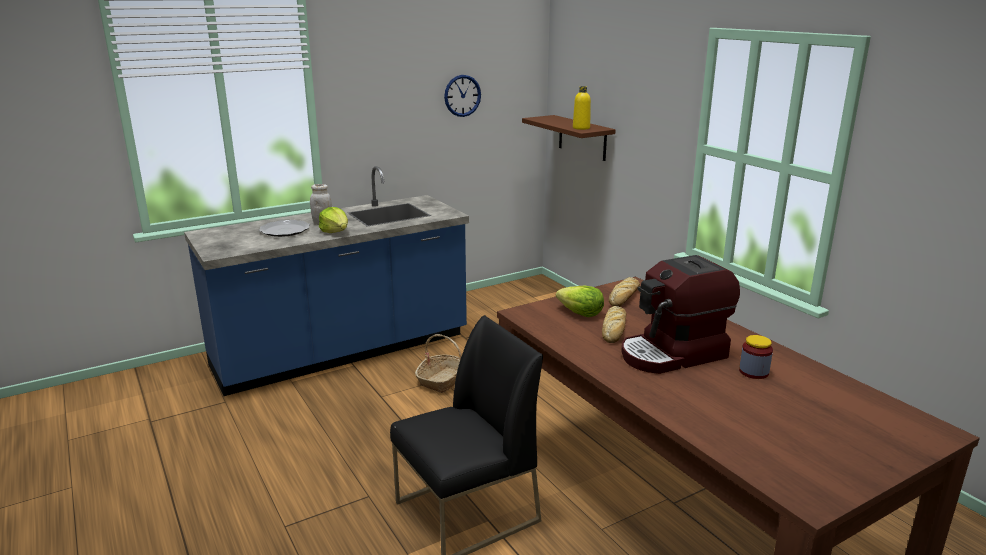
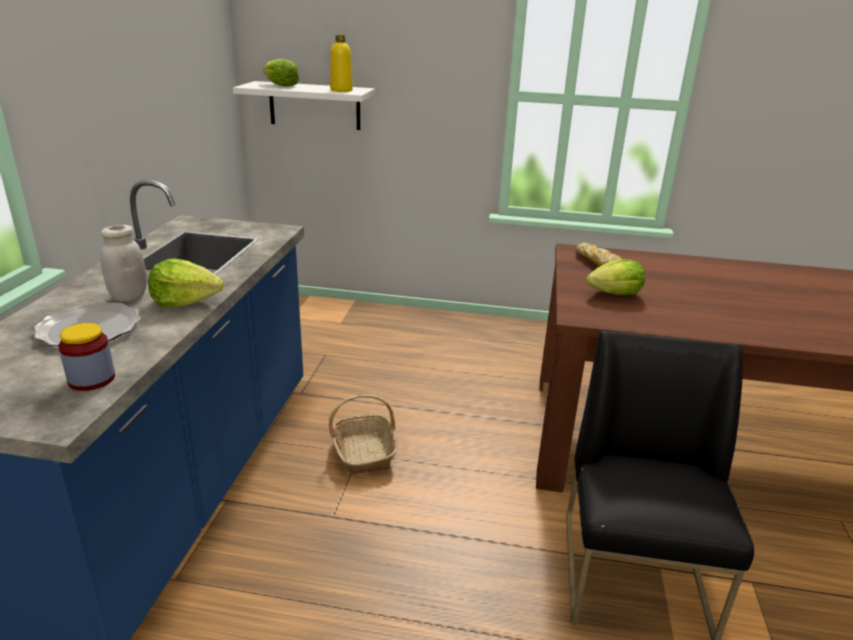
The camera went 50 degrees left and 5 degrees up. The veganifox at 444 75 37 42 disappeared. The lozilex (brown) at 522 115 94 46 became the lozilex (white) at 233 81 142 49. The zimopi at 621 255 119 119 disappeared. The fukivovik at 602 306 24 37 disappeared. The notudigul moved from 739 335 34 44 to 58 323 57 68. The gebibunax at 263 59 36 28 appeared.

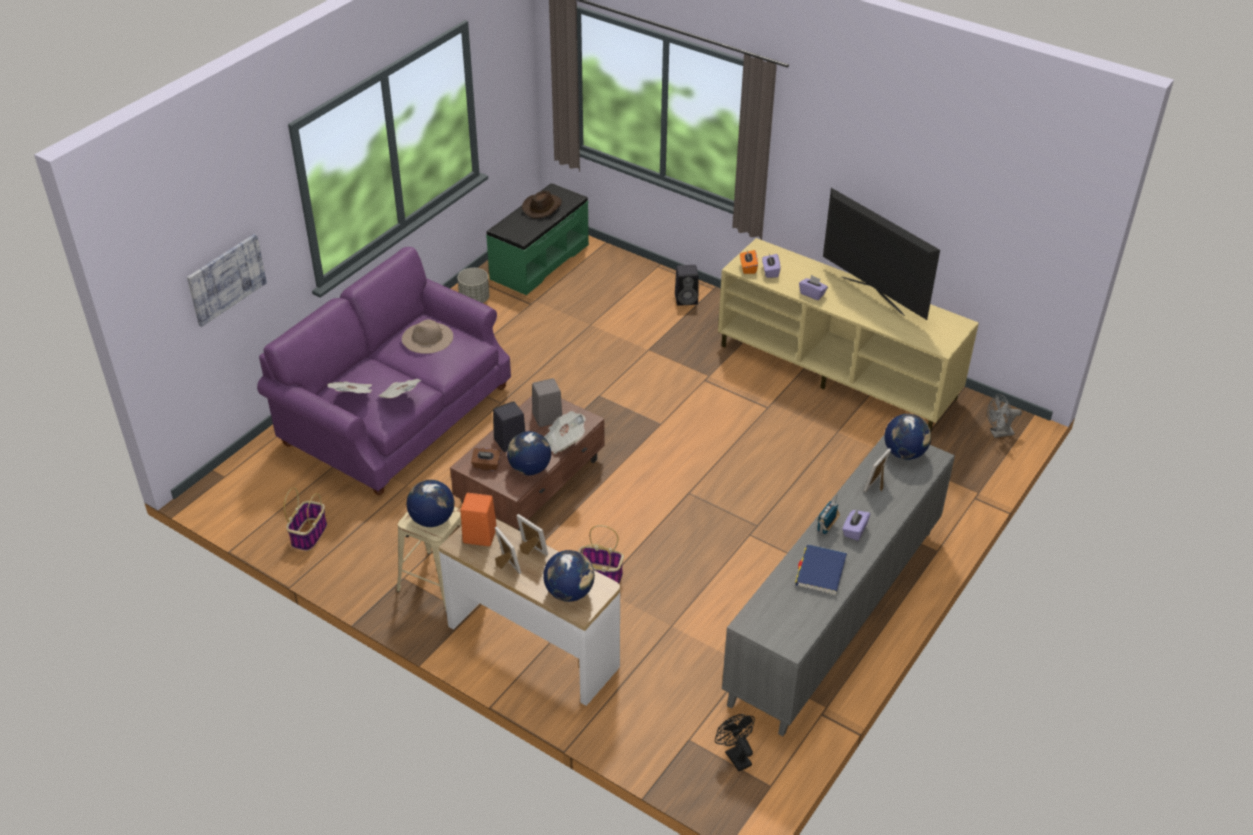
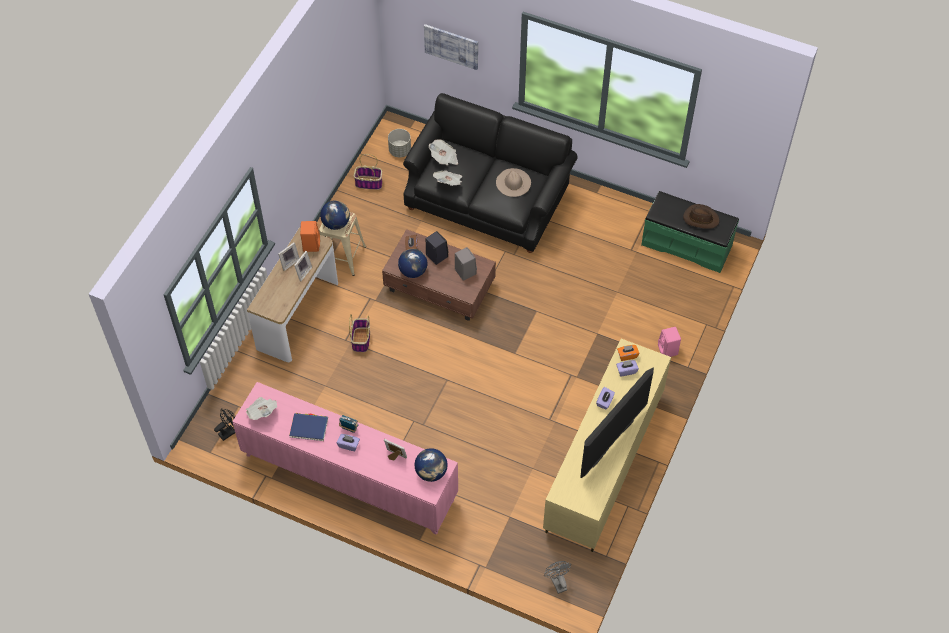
The camera went 80 degrees right and 15 degrees up. The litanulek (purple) at 257 247 254 248 became the litanulek (black) at 403 93 174 160. The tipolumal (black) at 675 265 24 41 became the tipolumal (pink) at 658 327 23 30. The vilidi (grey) moved from 458 268 31 35 to 388 129 23 28. The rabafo moved from 544 411 42 43 to 246 397 31 23. The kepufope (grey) at 722 434 233 302 became the kepufope (pink) at 232 382 226 153. The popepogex at 543 550 52 52 disappeared.

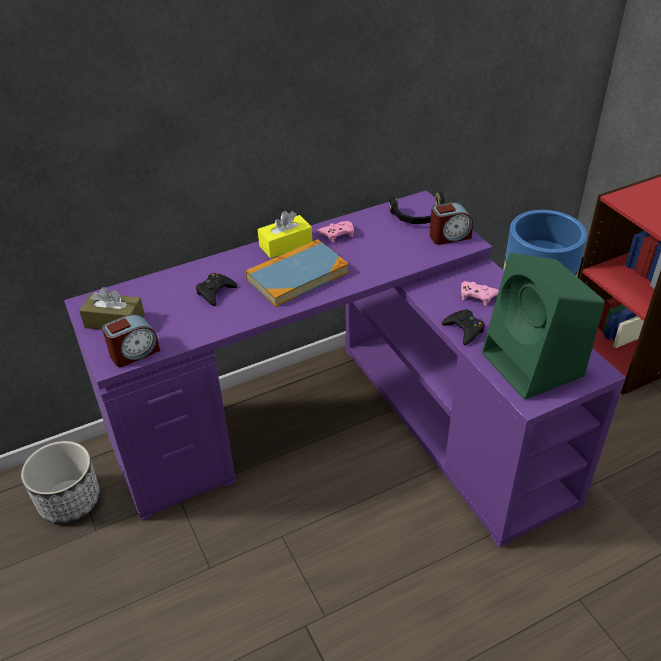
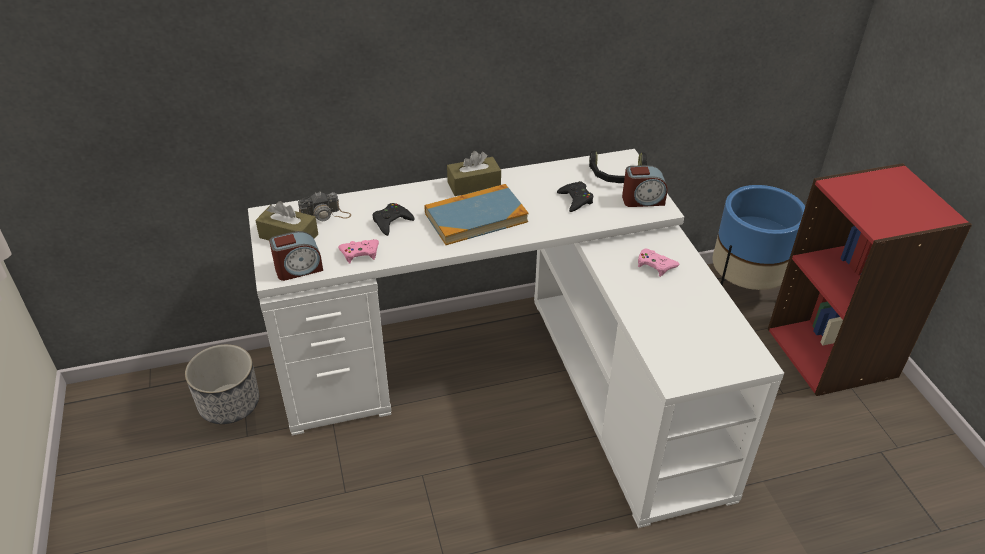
The camera went 10 degrees right and 0 degrees up. The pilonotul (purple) at 64 190 562 358 became the pilonotul (white) at 248 149 536 379. The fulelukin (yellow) at 258 211 54 47 became the fulelukin (brown) at 447 151 54 45. The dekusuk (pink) moved from 317 221 37 22 to 338 239 41 24. The tipolumal (green) at 482 253 123 147 disappeared. The dekusuk (black) moved from 442 309 43 36 to 557 181 36 31. The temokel at 298 192 53 29 appeared.

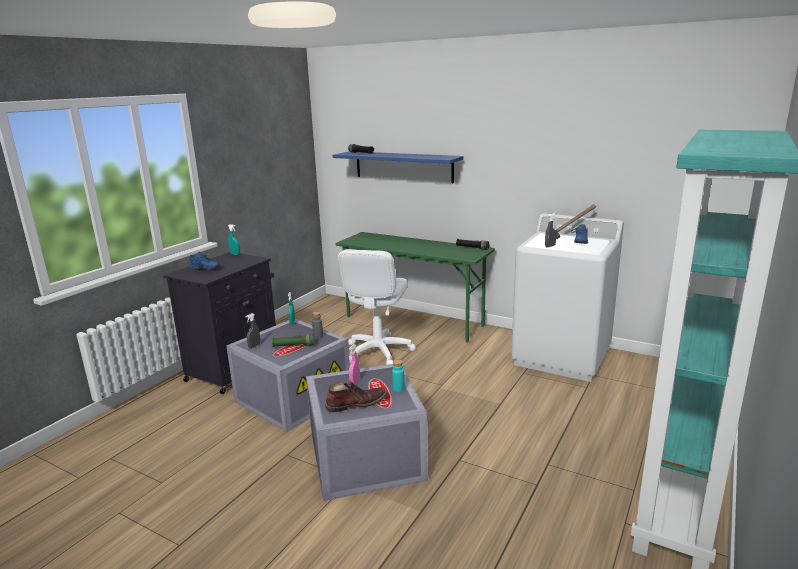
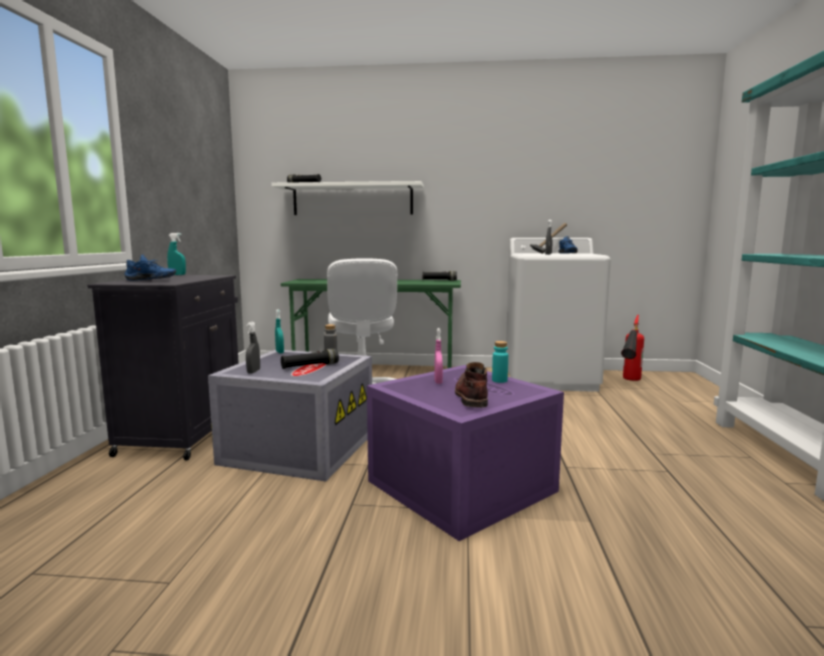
The camera went 25 degrees left and 10 degrees down. The lozilex (blue) at 333 151 130 32 became the lozilex (white) at 271 181 153 34. The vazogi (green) at 272 334 42 13 became the vazogi (black) at 281 349 58 20. The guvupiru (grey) at 306 364 122 137 became the guvupiru (purple) at 367 365 197 176. The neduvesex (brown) at 325 380 62 32 turned 45 degrees counterclockwise. The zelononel at 621 315 23 66 appeared.

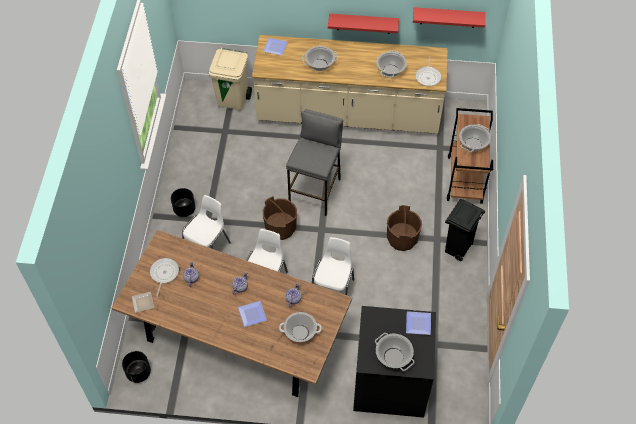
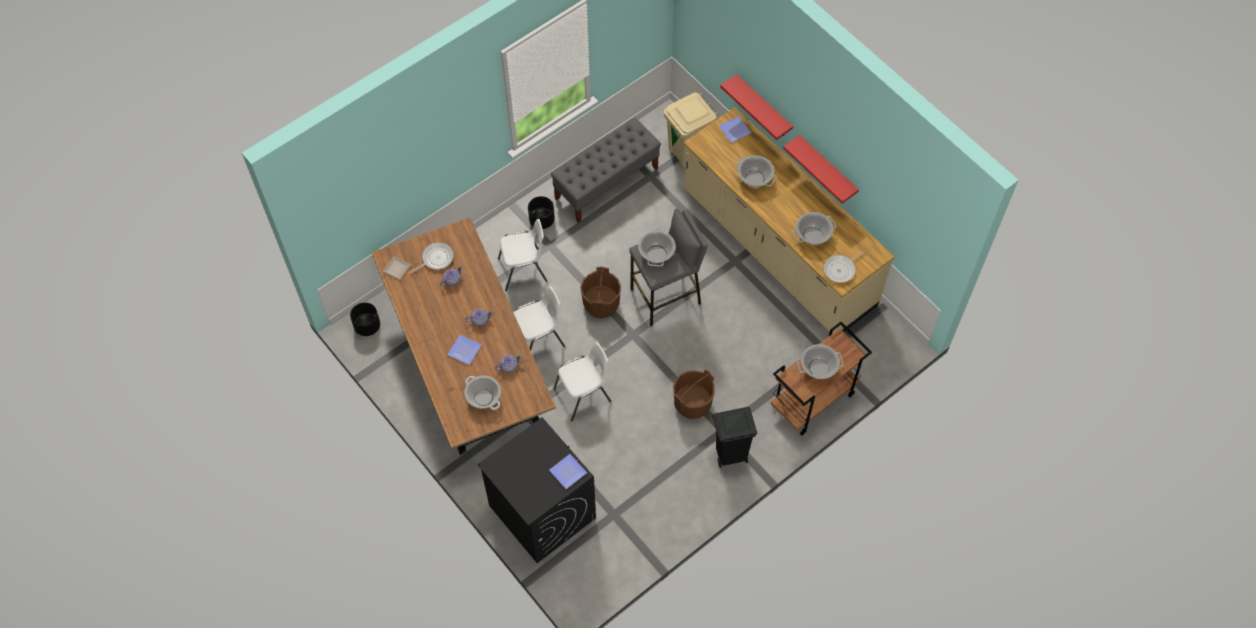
The camera went 45 degrees right and 5 degrees up. The lozilex (red) moved from 413 7 72 21 to 720 74 73 66. The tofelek moved from 375 333 39 38 to 638 229 38 37. The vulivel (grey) at 551 118 110 105 appeared.

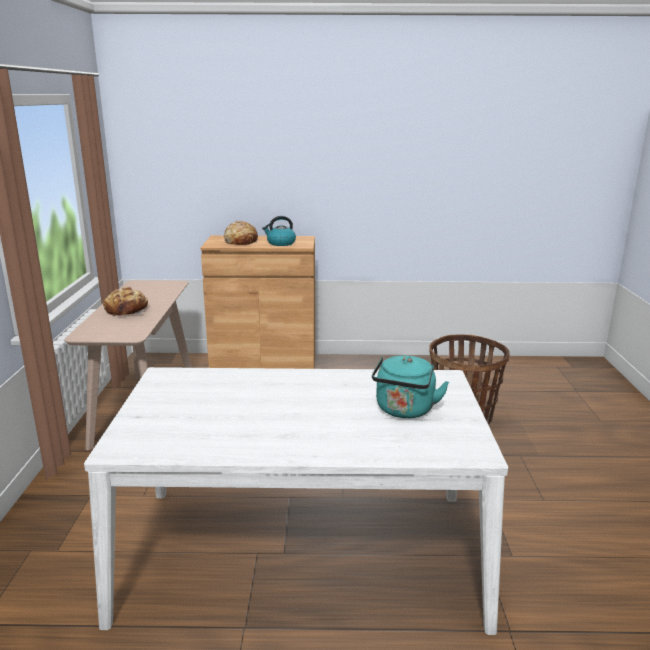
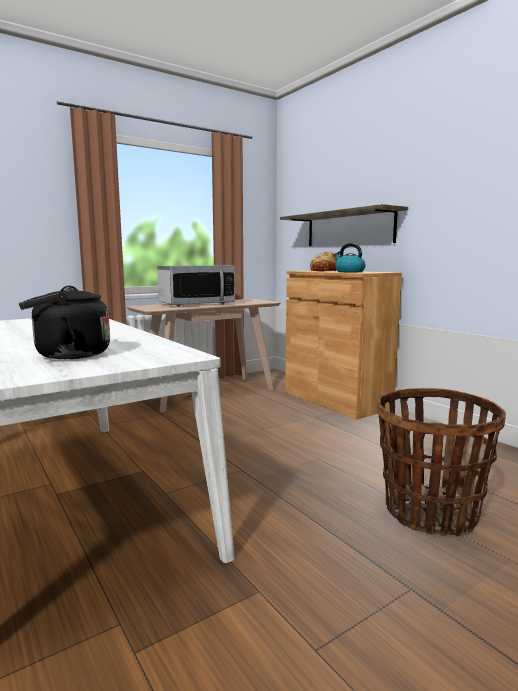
The camera went 55 degrees right and 10 degrees down. The fukivovik at 103 287 45 29 was replaced by the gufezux at 157 265 78 42. The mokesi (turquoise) at 372 356 77 62 became the mokesi (black) at 19 286 91 73. The lozilex at 280 204 128 42 appeared.

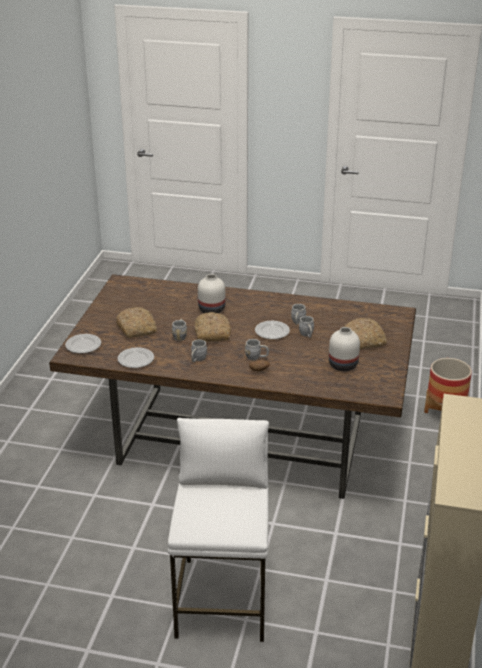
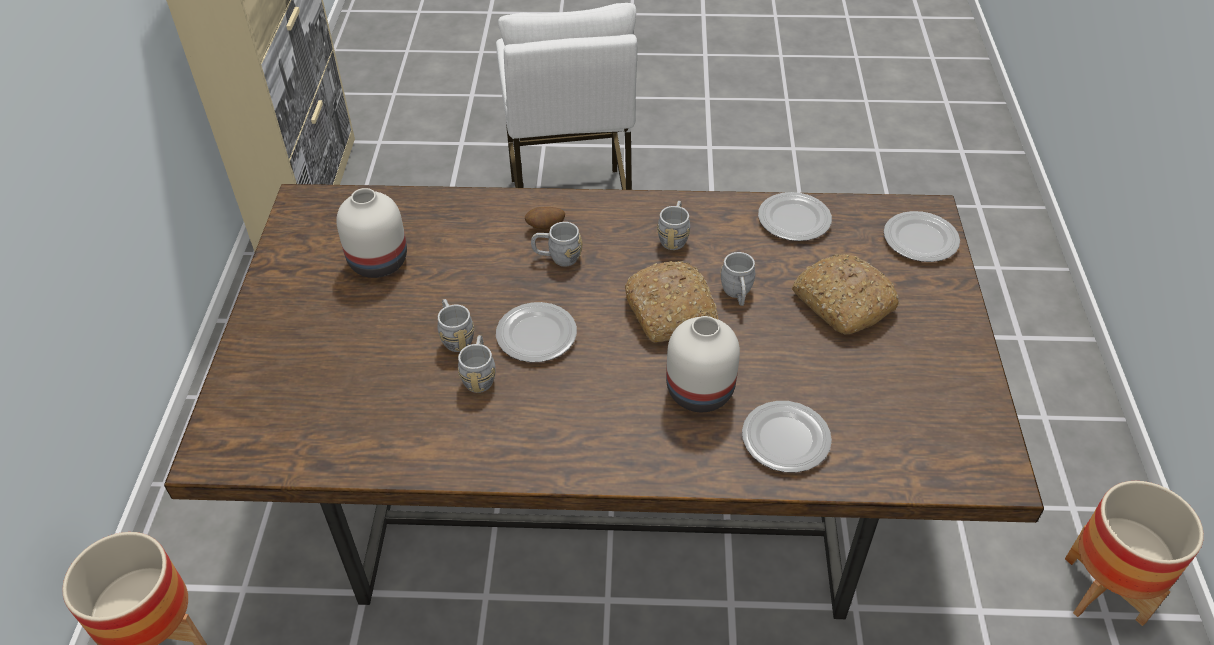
The camera went 170 degrees right and 15 degrees up. The fukivovik at 345 318 42 31 disappeared. The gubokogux at 742 401 90 72 appeared. The vilidi at 1065 481 139 145 appeared.

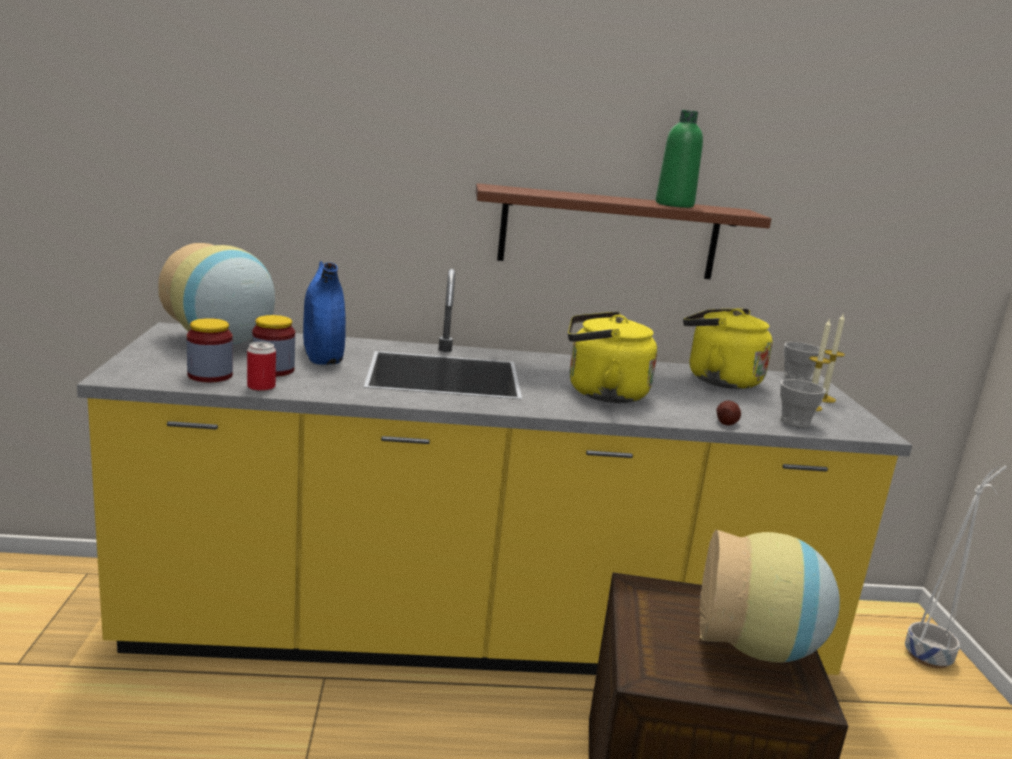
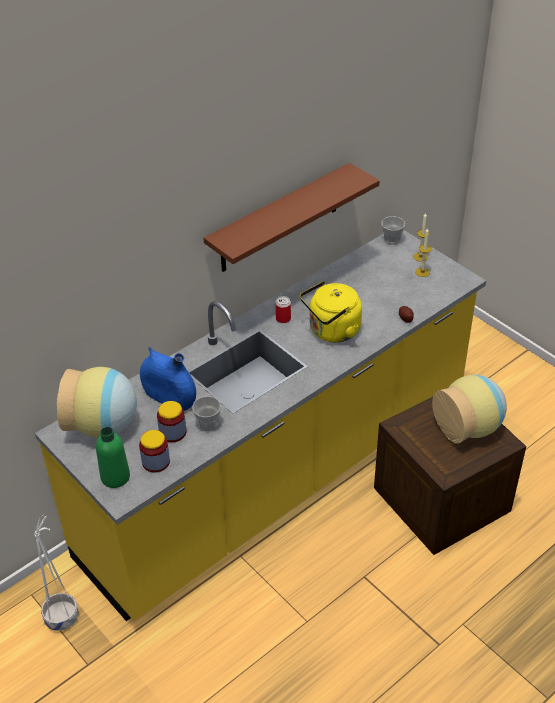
The camera went 35 degrees left and 25 degrees up. The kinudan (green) moved from 656 110 47 98 to 96 427 34 61. The mokesi (yellow) at 683 309 90 80 disappeared. The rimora moved from 247 342 29 50 to 276 296 15 27. The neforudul moved from 780 379 46 49 to 192 396 29 35. The vilidi (white) moved from 905 465 102 204 to 34 515 44 116.

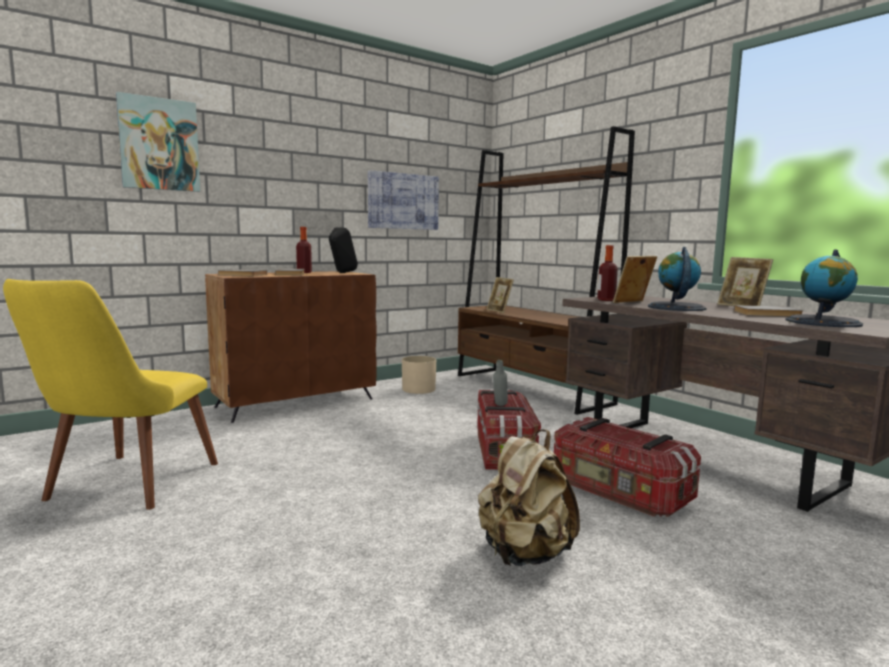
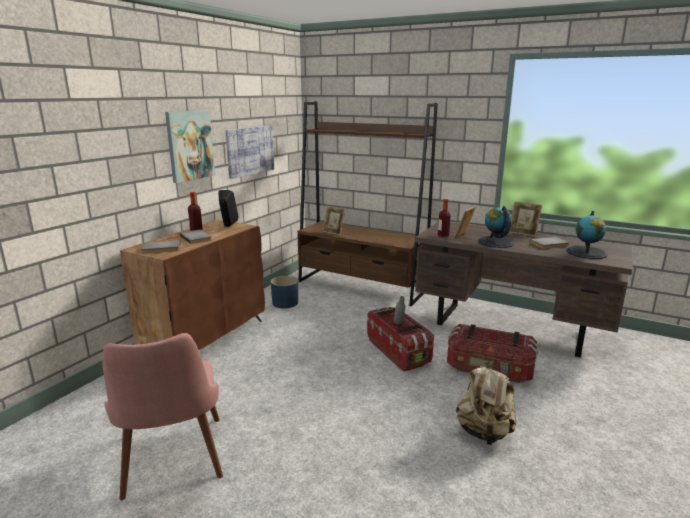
The camera went 25 degrees left and 10 degrees up. The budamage moved from 116 92 84 100 to 165 110 50 73. The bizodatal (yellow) at 3 279 215 231 became the bizodatal (pink) at 102 333 121 167. The vilidi (beige) at 402 356 34 38 became the vilidi (blue) at 271 276 27 32.

